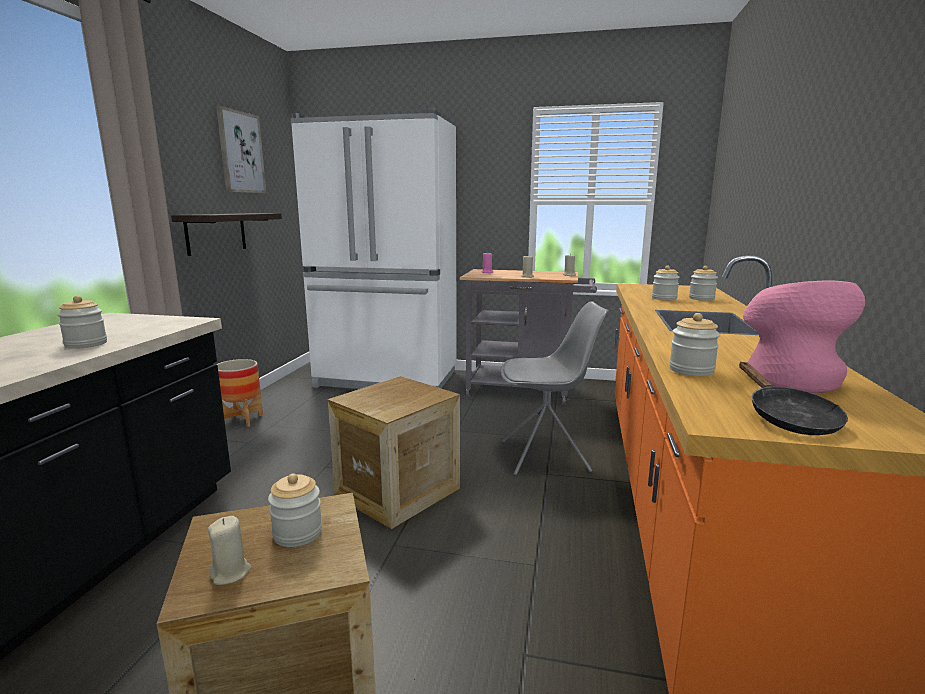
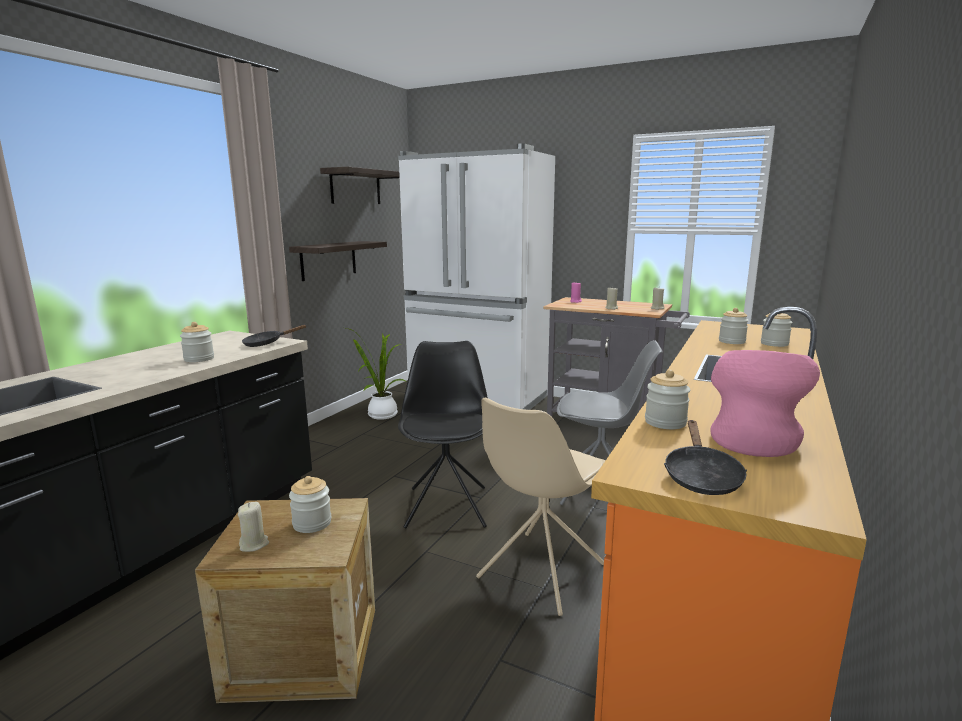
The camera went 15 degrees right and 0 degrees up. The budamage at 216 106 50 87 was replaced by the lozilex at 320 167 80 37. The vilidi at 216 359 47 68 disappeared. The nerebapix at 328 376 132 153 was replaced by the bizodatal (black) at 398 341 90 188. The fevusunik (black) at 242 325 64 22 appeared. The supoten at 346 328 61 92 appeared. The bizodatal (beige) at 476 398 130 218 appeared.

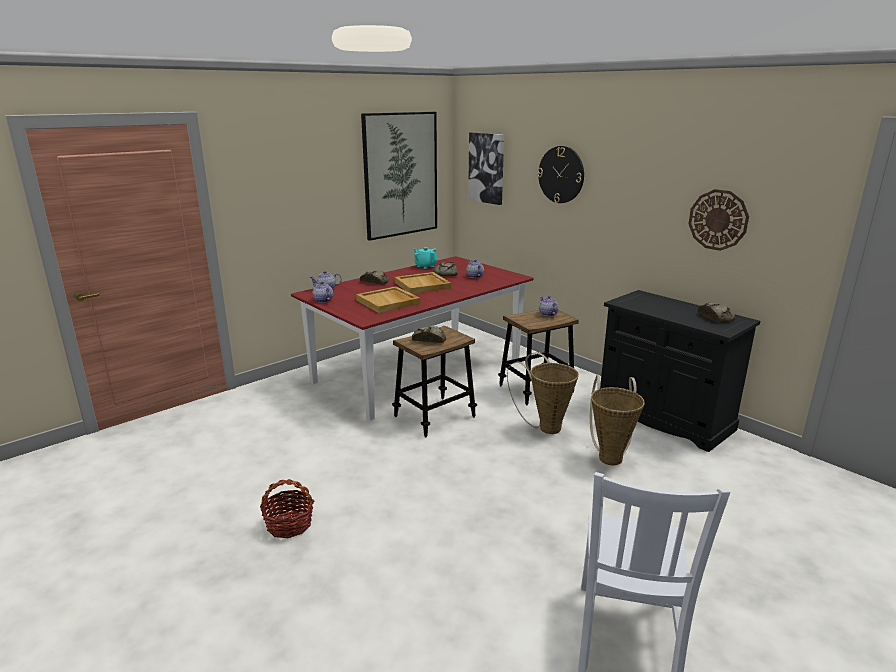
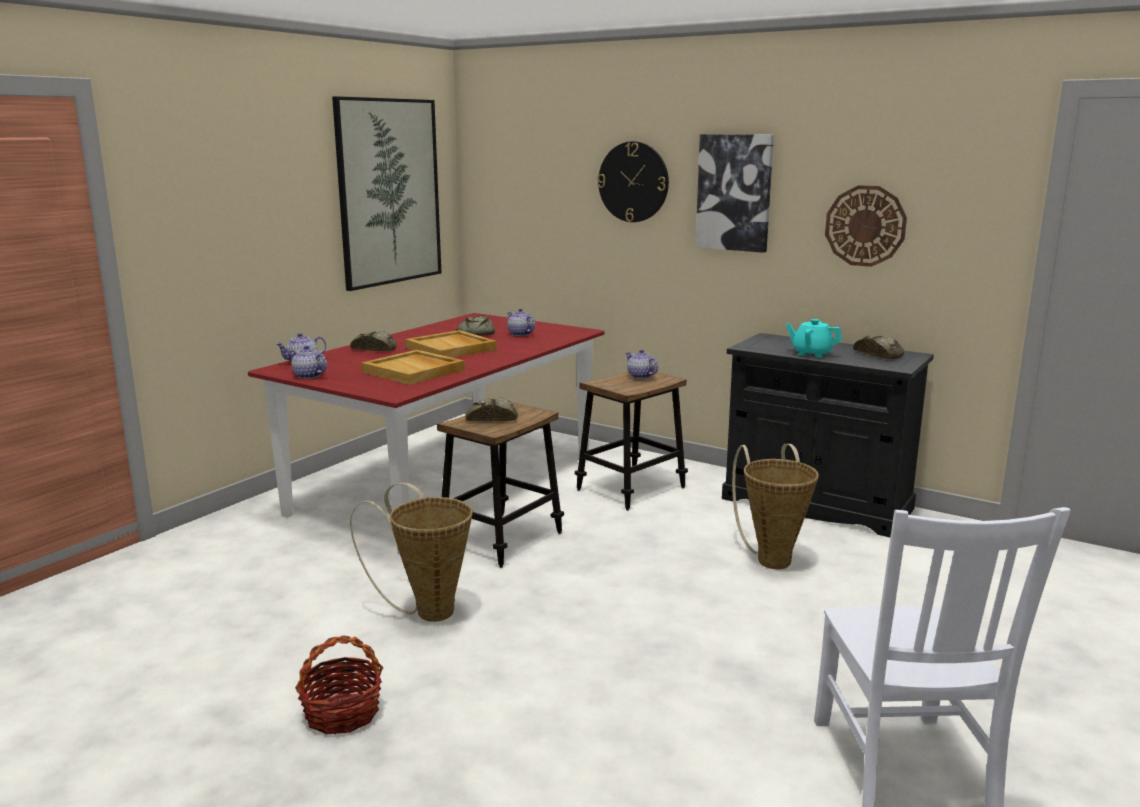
The camera went 15 degrees left and 5 degrees down. The budamage moved from 468 132 36 73 to 695 134 79 119. The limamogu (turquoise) moved from 414 247 23 22 to 786 319 56 39. The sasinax moved from 507 352 72 82 to 350 482 123 140.

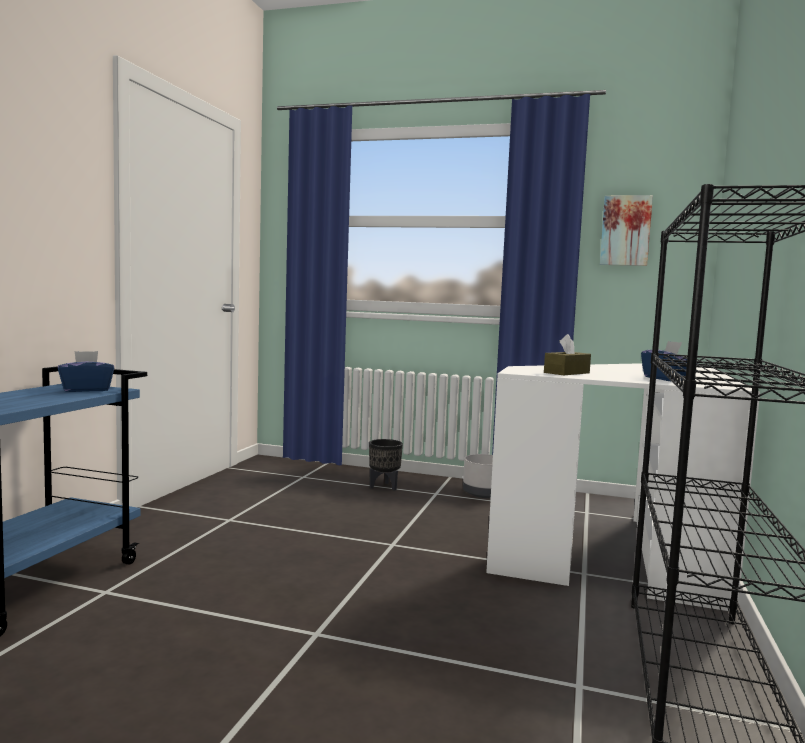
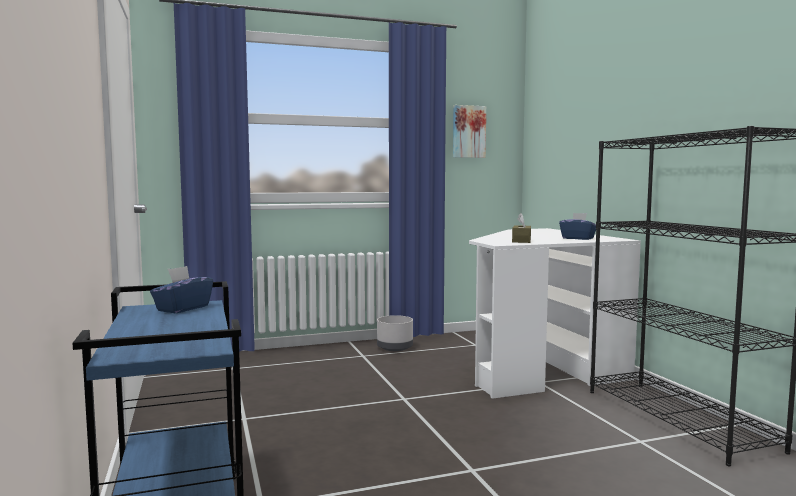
The camera went 35 degrees left and 0 degrees up. The vilidi (black) at 369 439 34 52 disappeared.

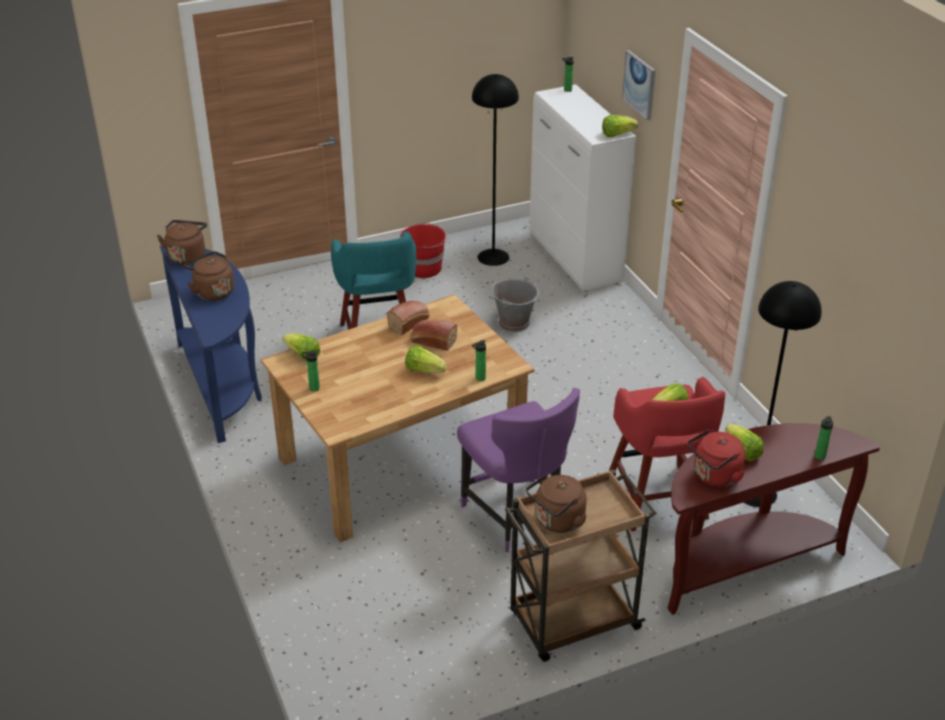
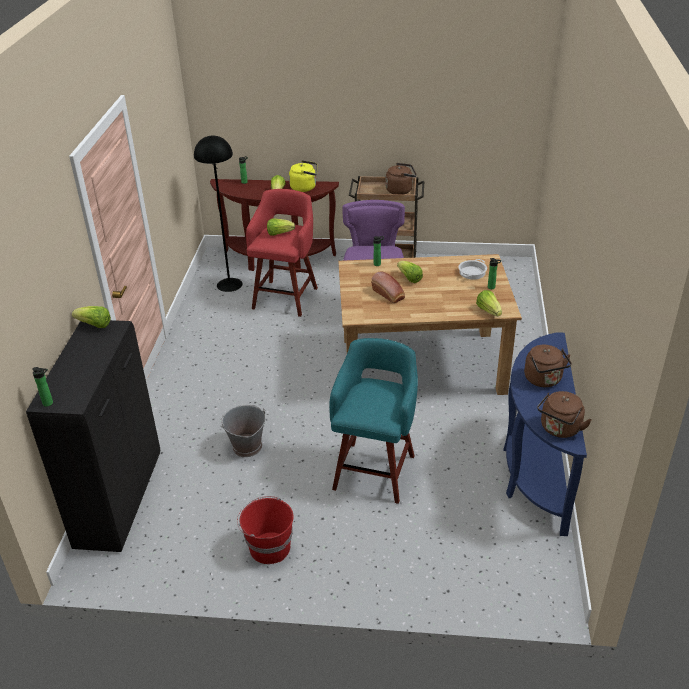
The camera went 150 degrees left and 0 degrees up. The budamage at 622 50 33 70 disappeared. The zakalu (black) at 472 74 47 192 disappeared. The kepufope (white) at 529 84 107 207 became the kepufope (black) at 26 320 134 232. The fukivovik at 387 301 43 34 disappeared. The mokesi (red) at 687 430 58 57 became the mokesi (yellow) at 289 160 28 32. The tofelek at 458 259 29 21 appeared.

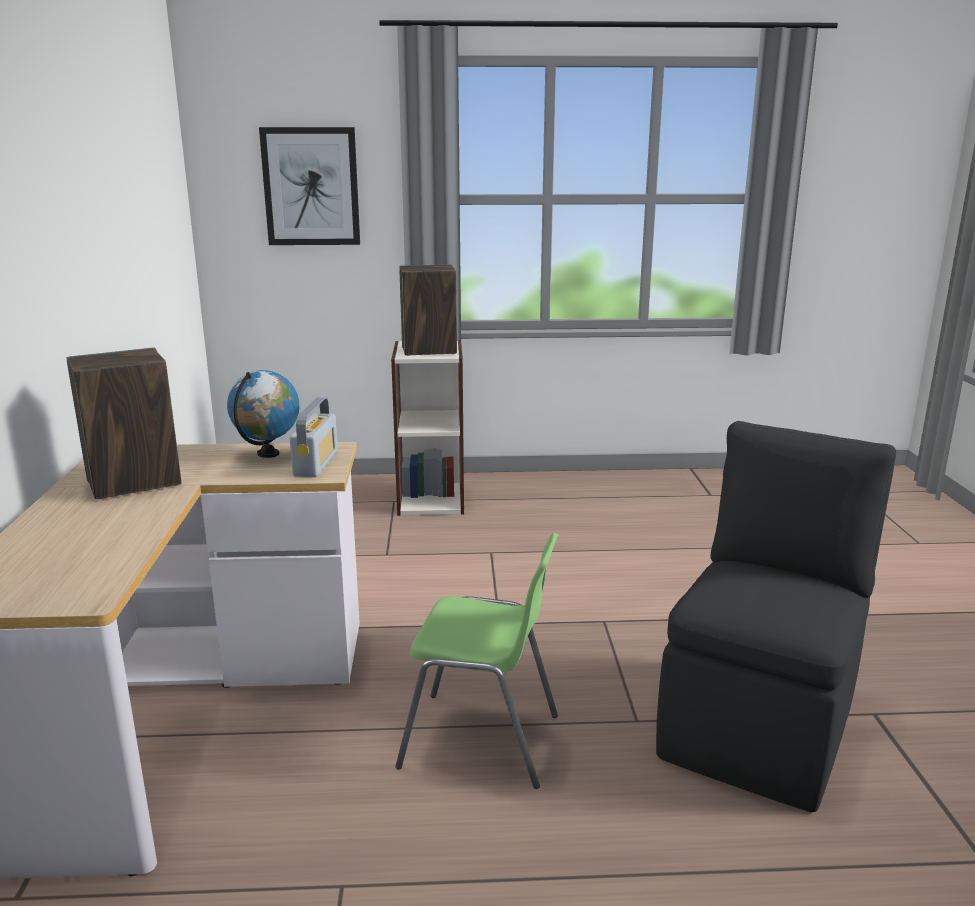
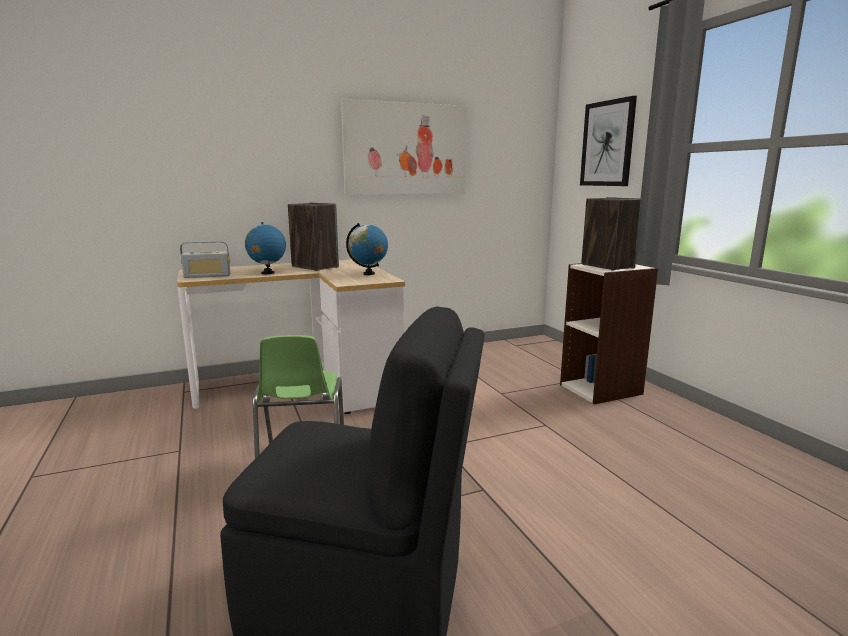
The camera went 70 degrees right and 5 degrees down. The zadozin moved from 290 397 48 80 to 180 241 51 37. The budamage at 341 99 126 96 appeared. The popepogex at 245 222 41 52 appeared.

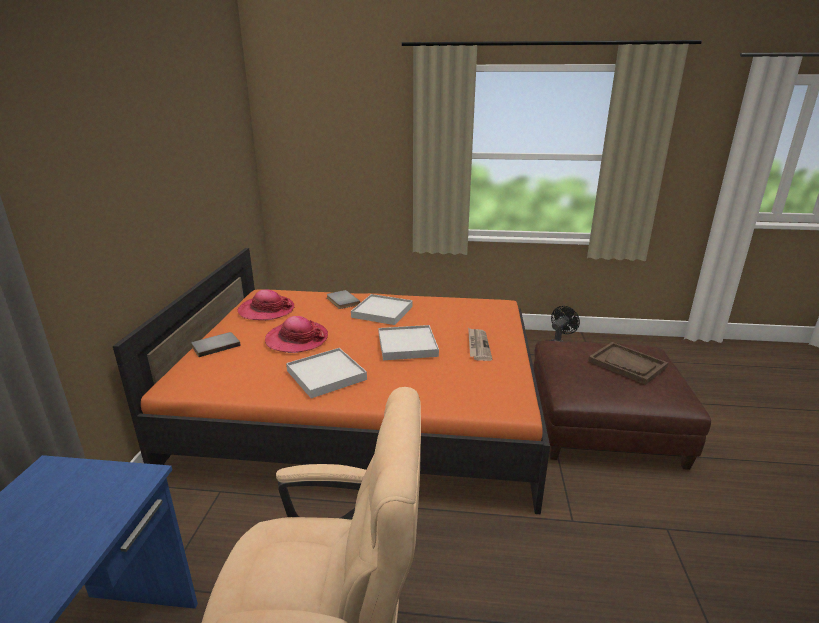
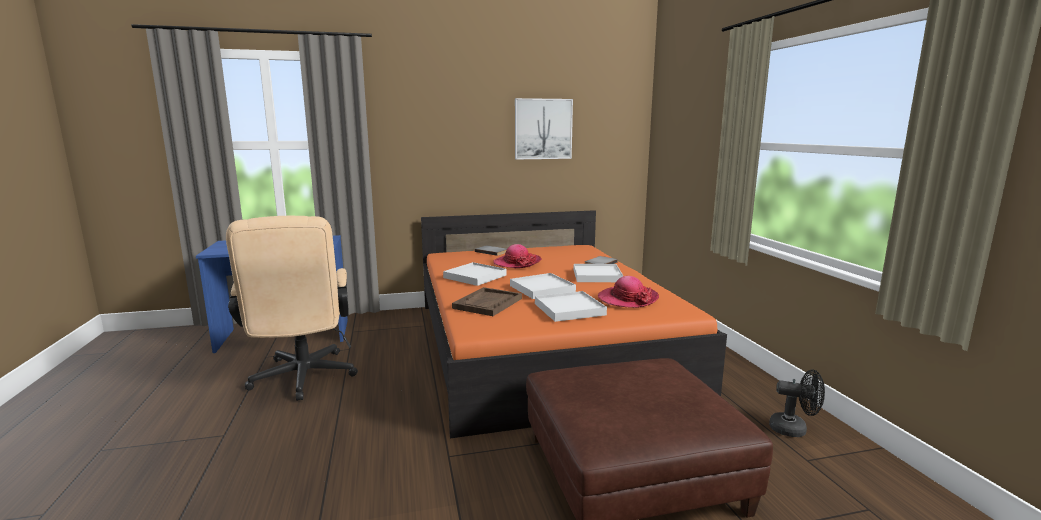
The camera went 70 degrees right and 10 degrees down. The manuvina moved from 238 290 56 30 to 598 276 61 32. The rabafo at 468 328 24 33 was replaced by the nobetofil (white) at 535 291 72 31. The nobetofil (brown) moved from 588 342 80 43 to 452 287 70 29. The budamage at 515 98 58 62 appeared.

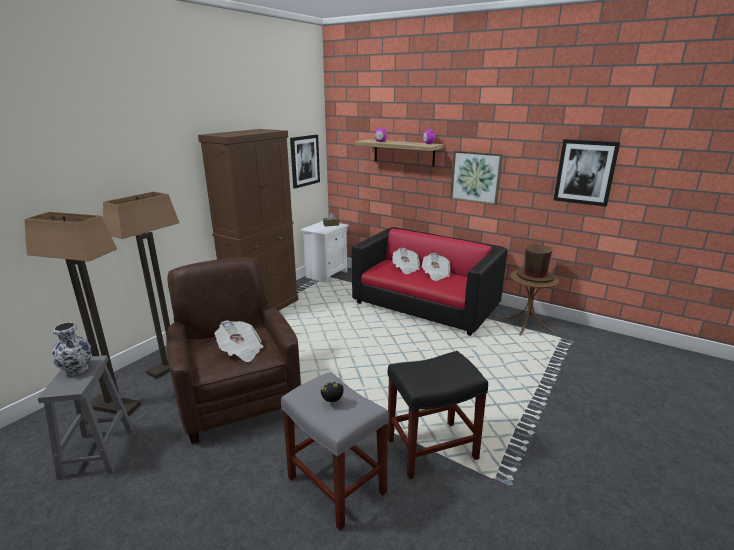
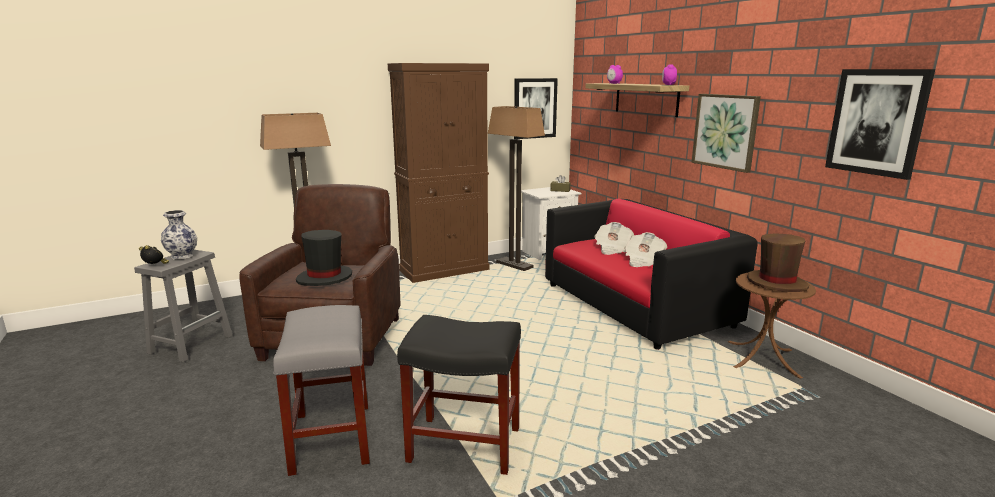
The camera went 30 degrees right and 5 degrees down. The zakalu moved from 25 212 116 204 to 488 106 57 165. The rabafo at 214 320 50 42 was replaced by the manuvina (black) at 296 230 56 56. The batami moved from 321 382 22 20 to 139 245 30 19.

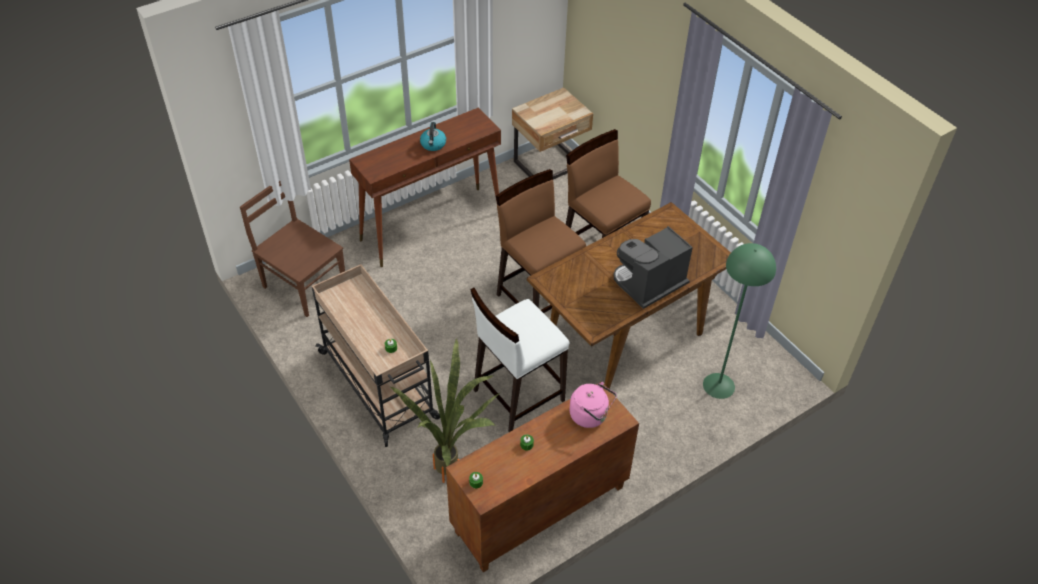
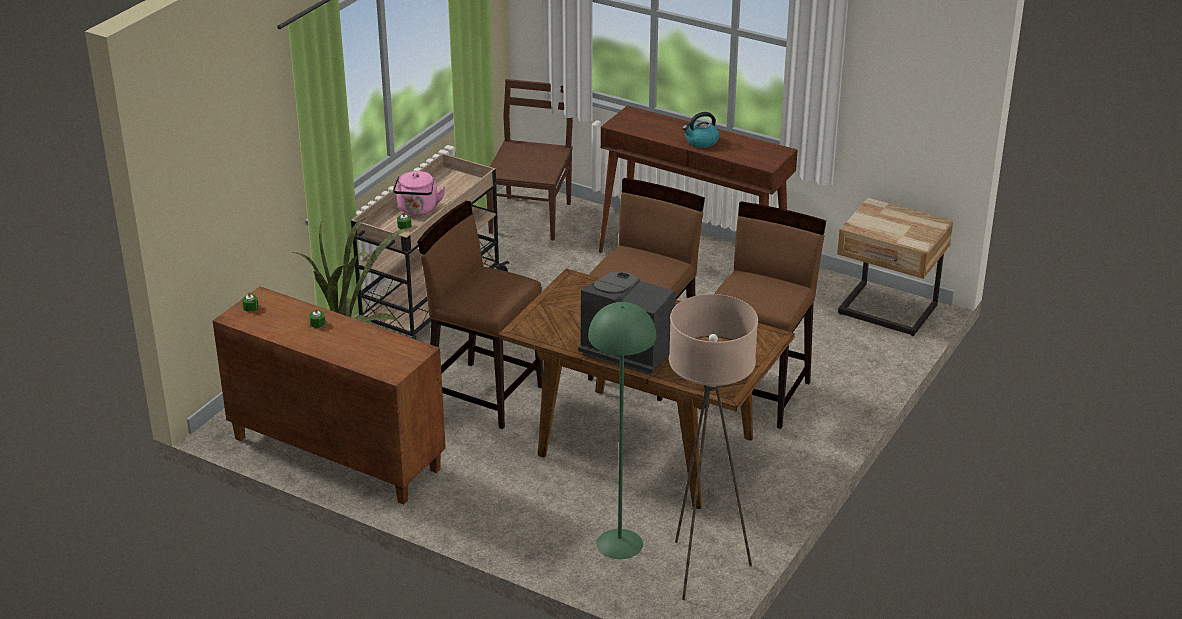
The camera went 65 degrees right and 15 degrees down. The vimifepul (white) at 471 288 98 144 became the vimifepul (brown) at 417 201 126 228. The mokesi (pink) moved from 569 382 48 46 to 393 171 53 45. The zakalu (beige) at 669 294 89 306 appeared.

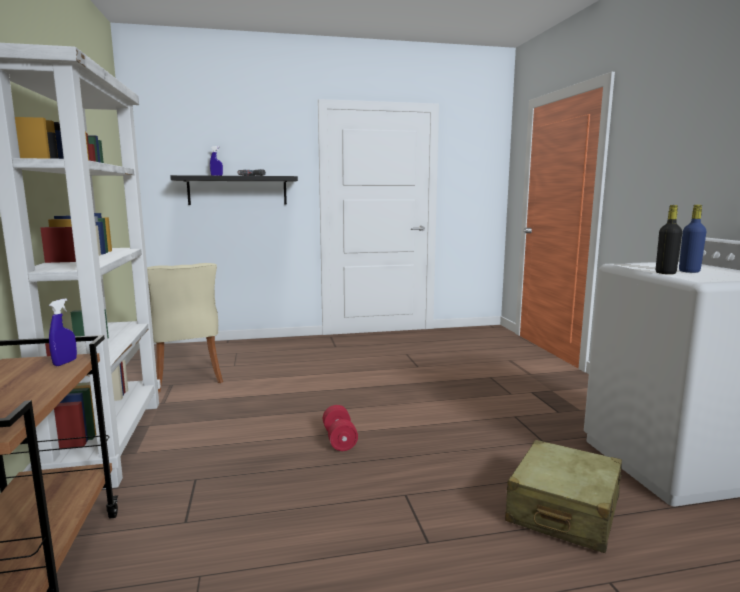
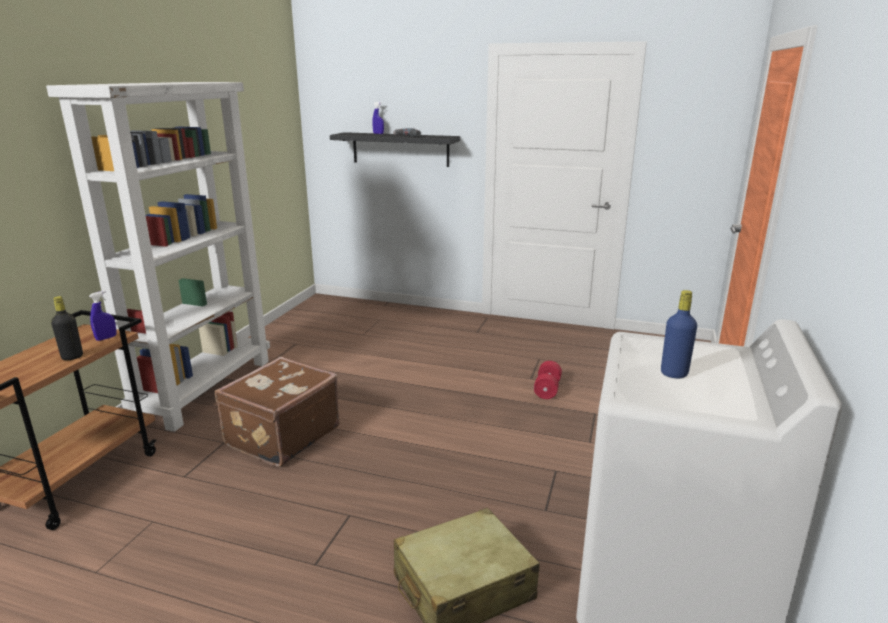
The camera went 30 degrees right and 10 degrees up. The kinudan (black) moved from 656 205 26 69 to 51 296 32 64. The bizodatal (beige) at 147 263 76 130 disappeared. The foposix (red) moved from 323 405 35 46 to 534 361 28 38. The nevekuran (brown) at 215 357 125 110 appeared.

